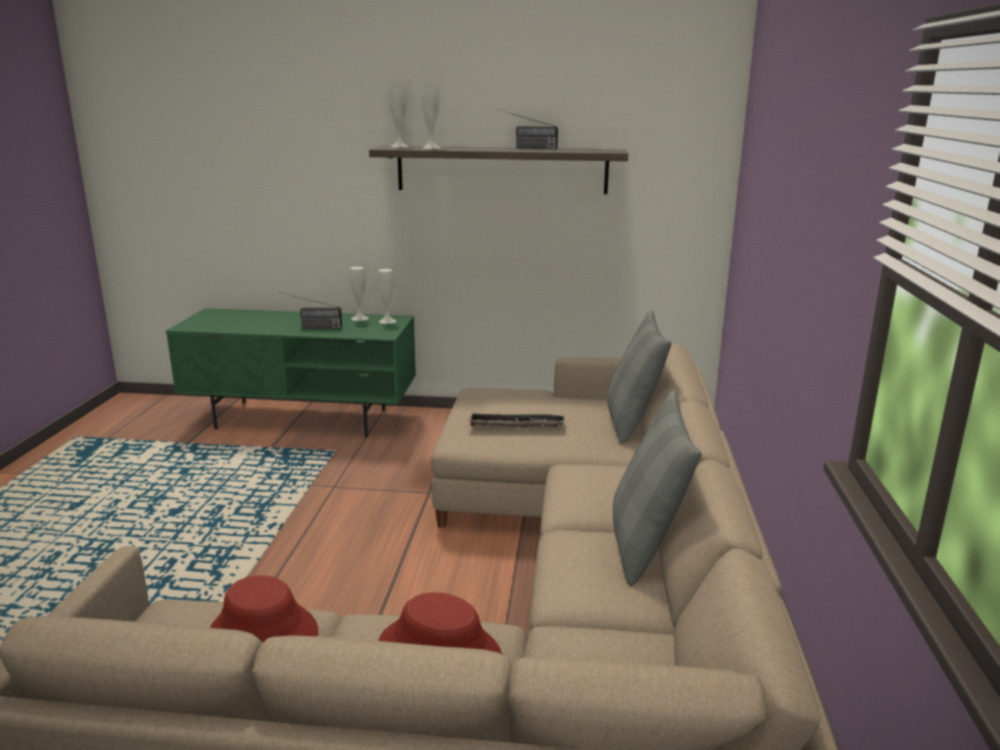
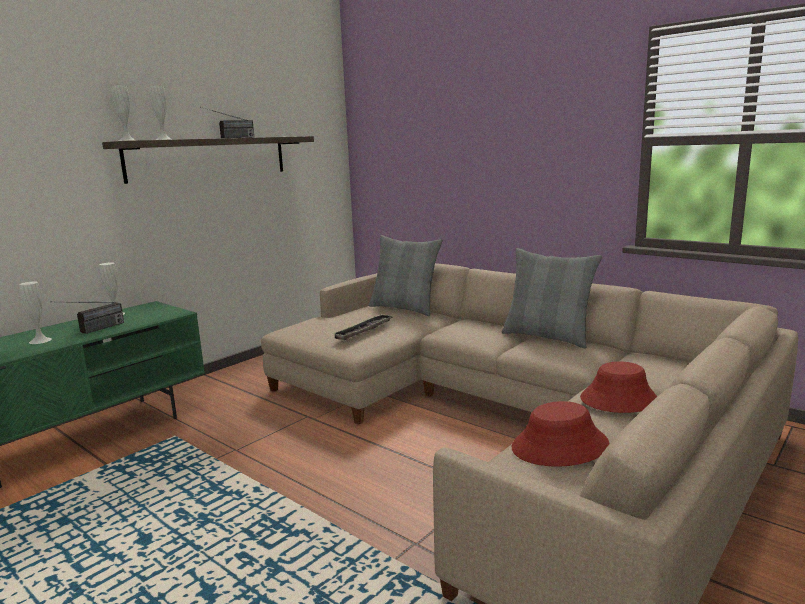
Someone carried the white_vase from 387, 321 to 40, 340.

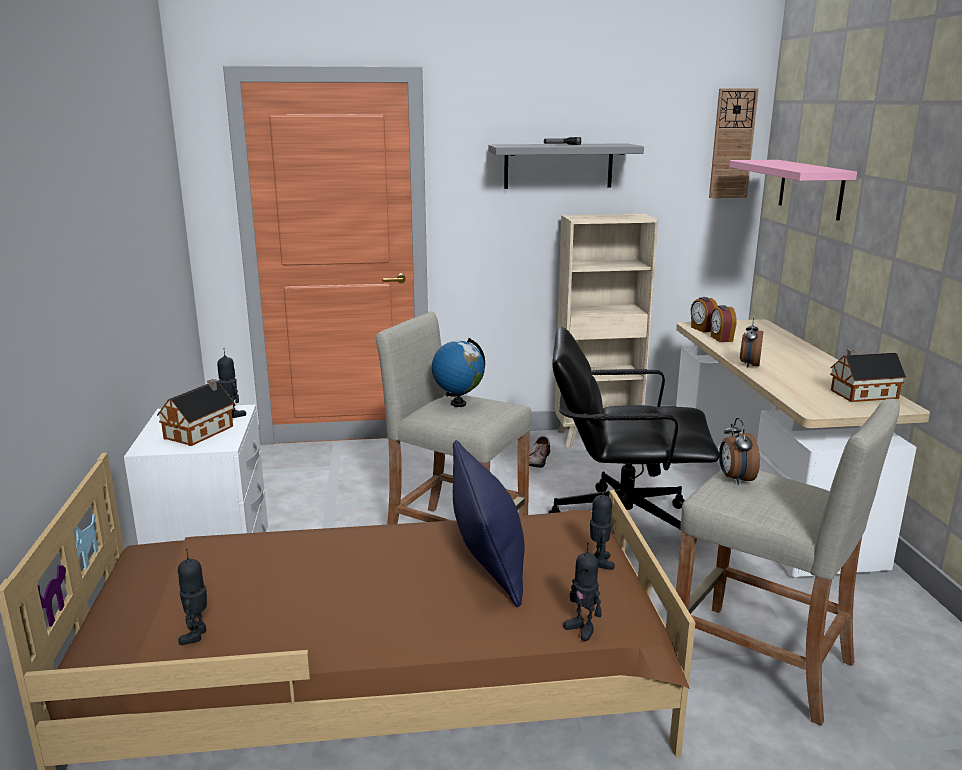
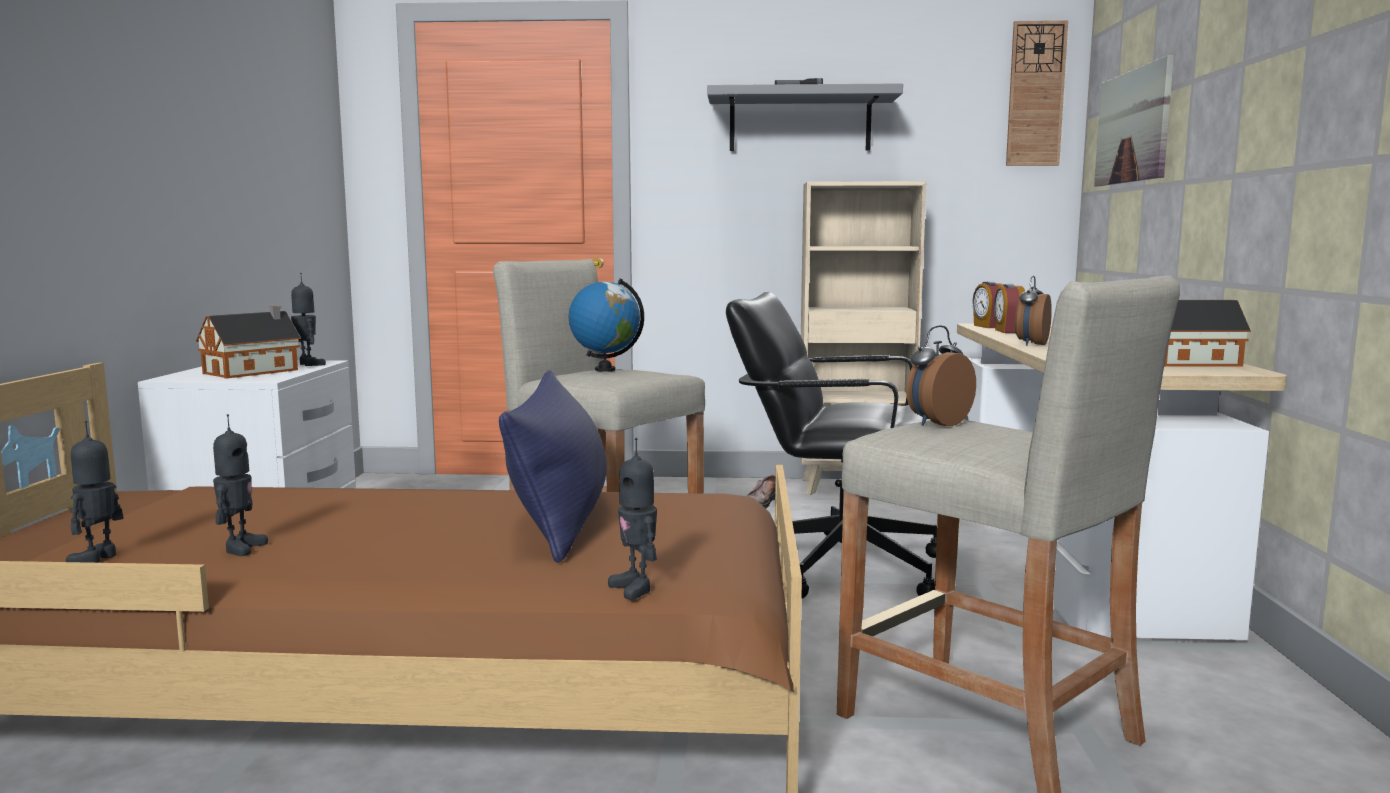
Someone carried the toy_robot from 600, 562 to 240, 548. Someone swapped the pink_shelf at 810, 188 for the picture at 1133, 126. Someone rotated the alarm_clock at 735, 479 by 45 degrees clockwise.

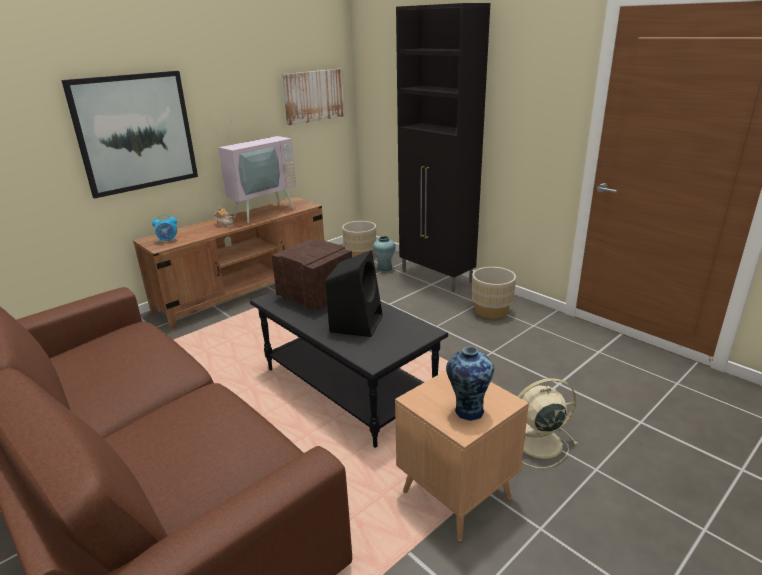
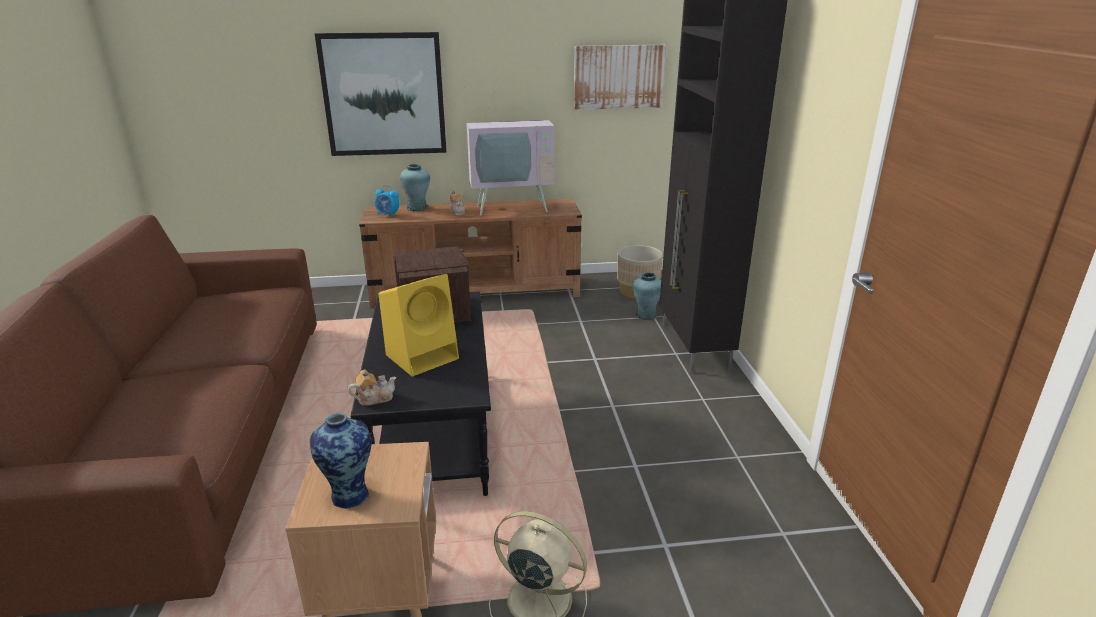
Someone took away the beige_planter at 491, 311. Someone put down the teapot at 374, 398. Someone put down the turquoise_vase at 417, 208. Someone repainted the black_speaker at 356, 323, which became the yellow_speaker at 423, 356.

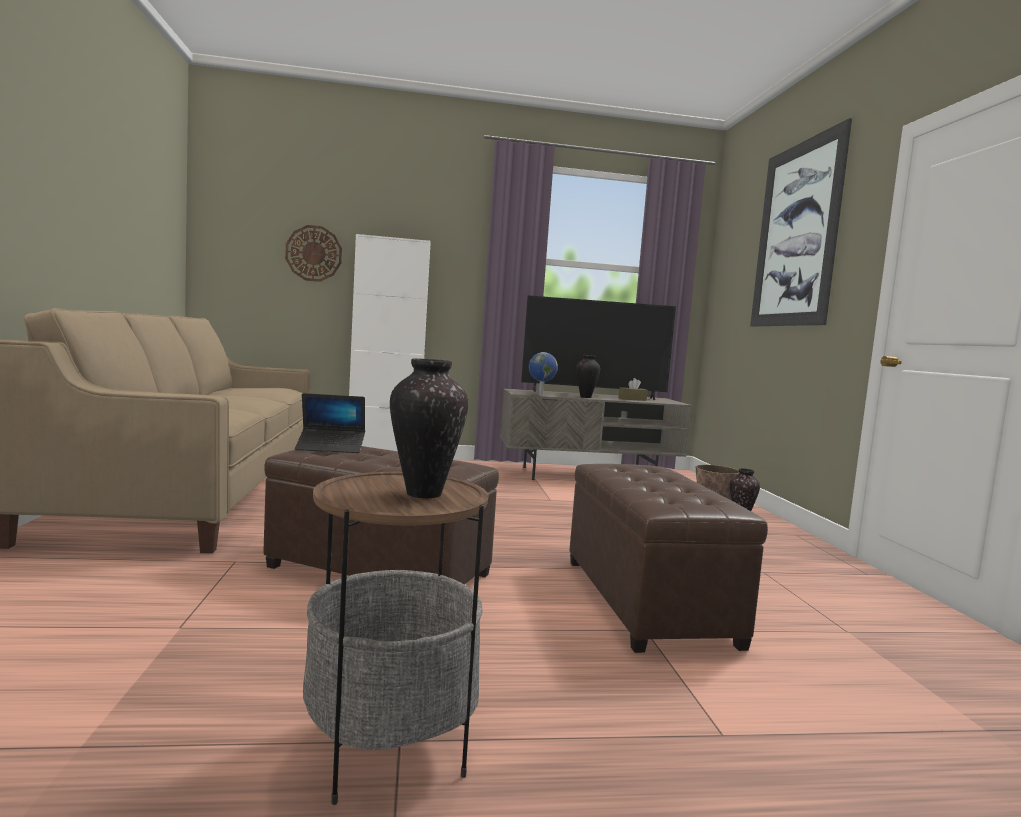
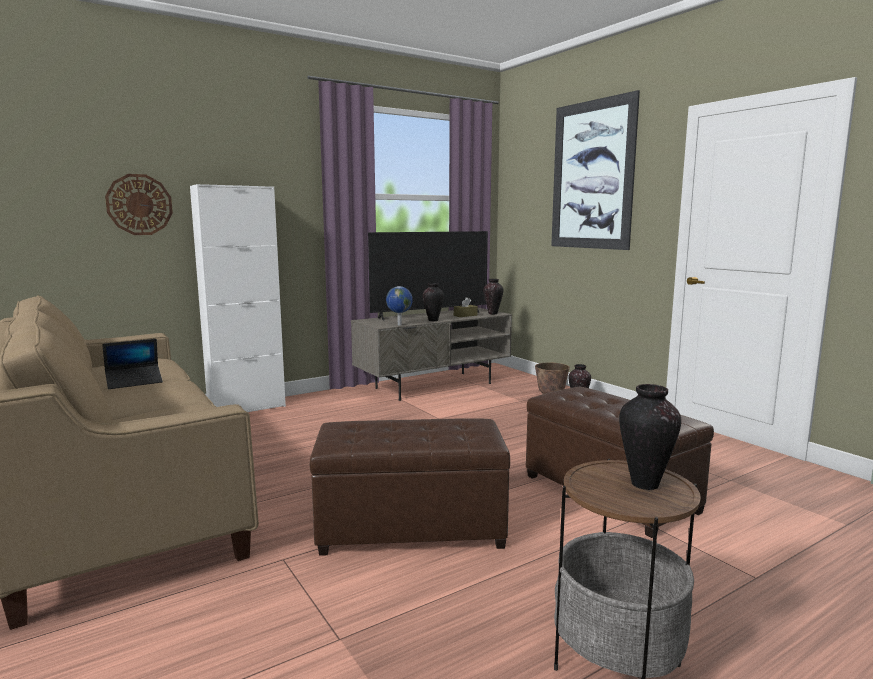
Someone put down the vase at 493, 313. Someone carried the laptop from 331, 448 to 134, 382.

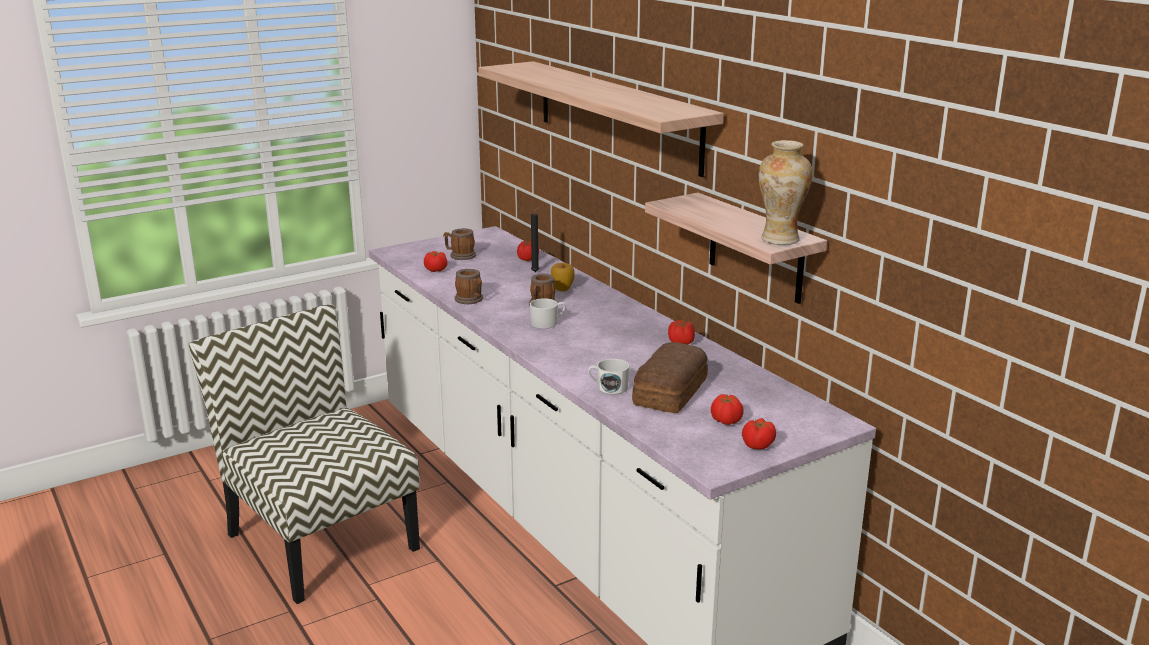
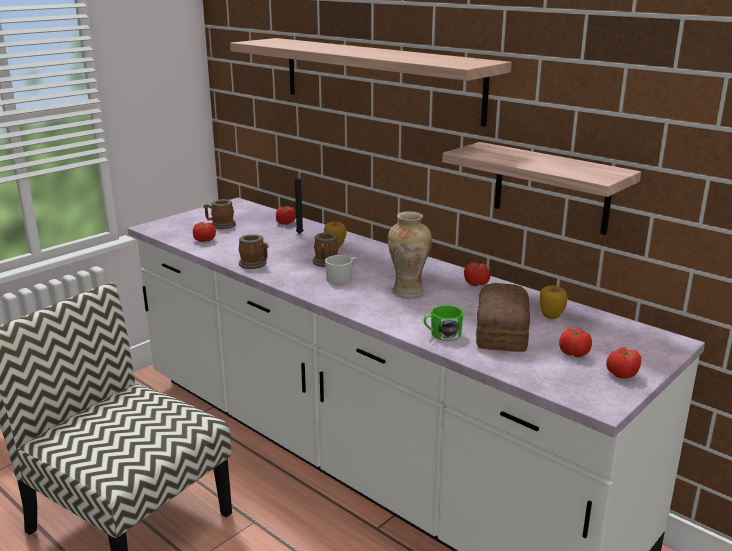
Someone put down the apple at 551, 316. Someone carried the vase from 780, 240 to 408, 292. Someone repainted the white_mug at 608, 388, which became the green_mug at 442, 334.

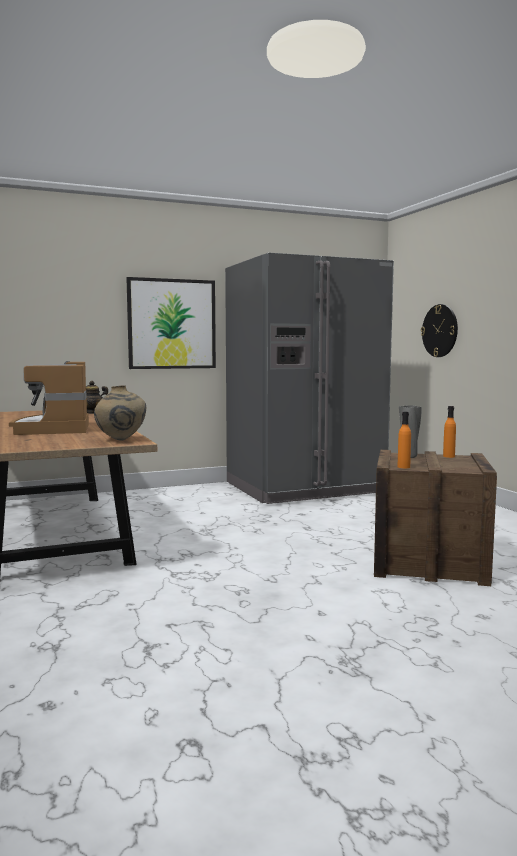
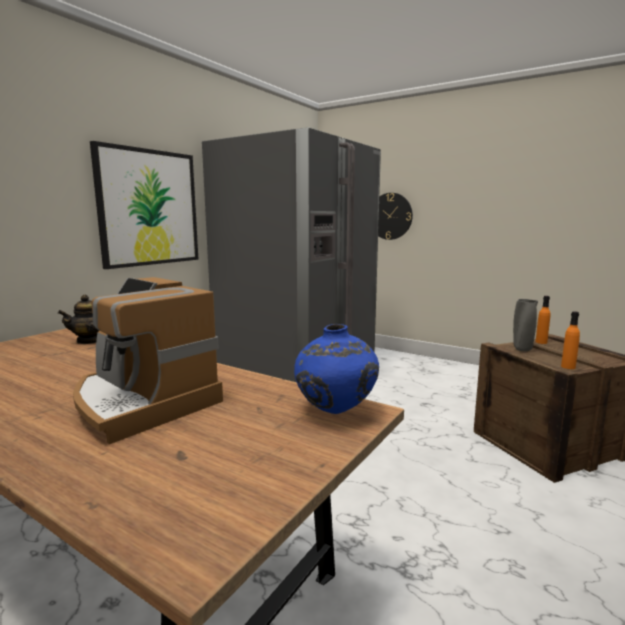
Someone repainted the beige_vase at 120, 440, which became the blue_vase at 336, 412.

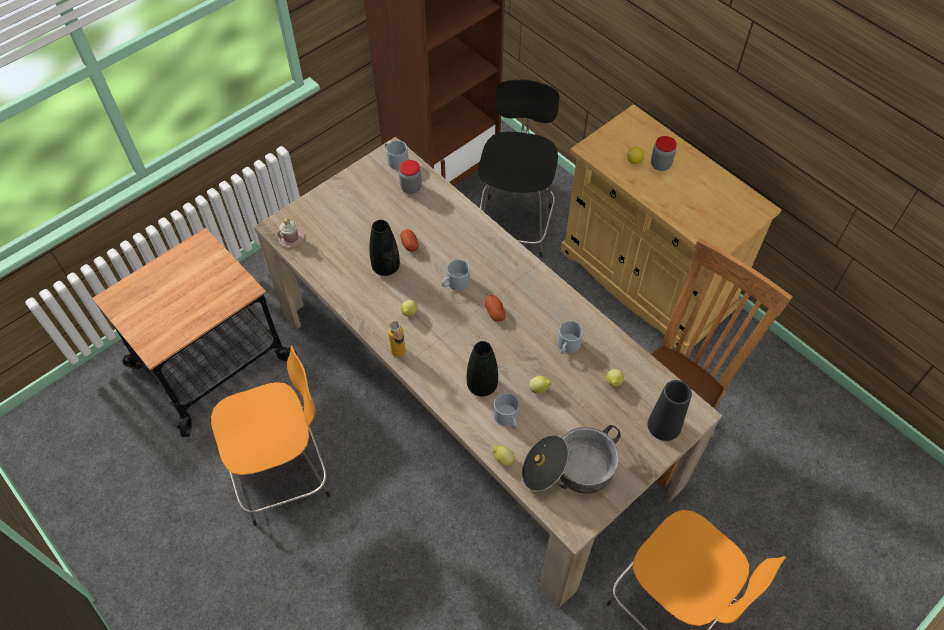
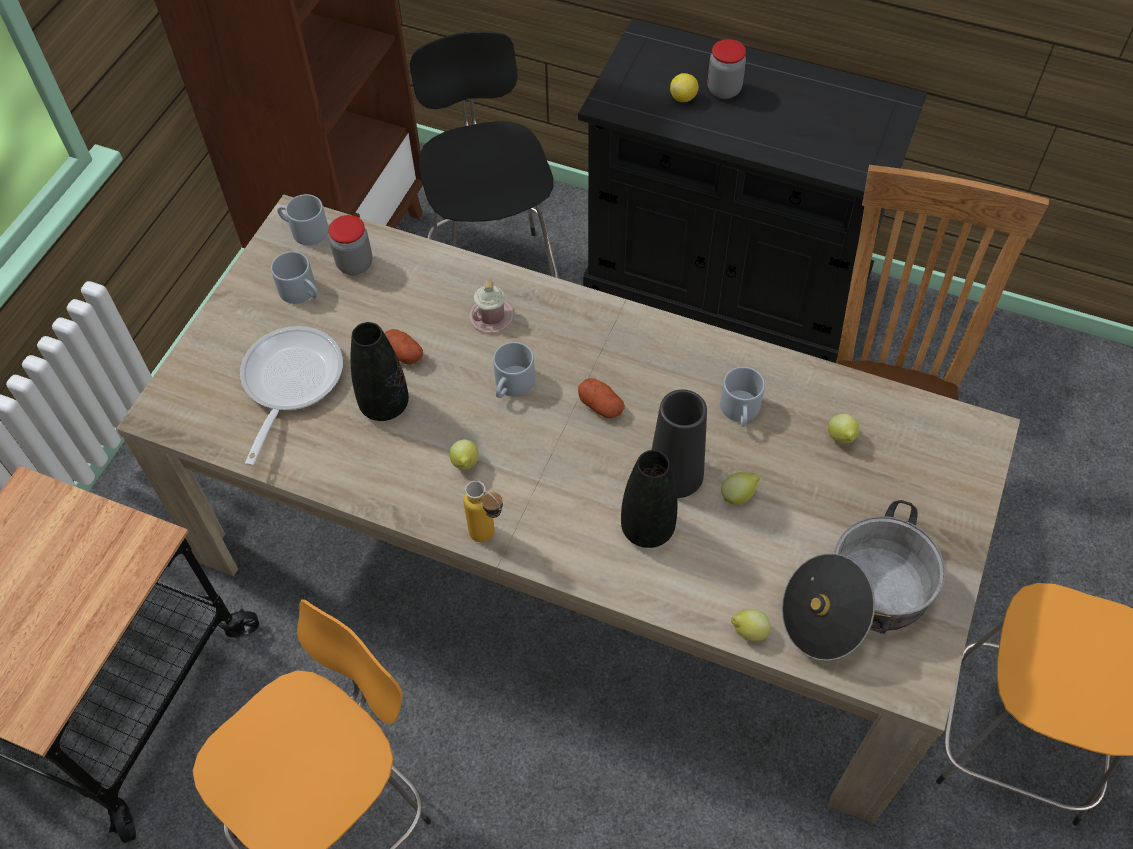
Someone put down the frying_pan at 289, 383. Someone carried the pink_mug from 291, 238 to 491, 316. Someone carried the grey_mug from 508, 418 to 302, 292. Someone carried the black_vase from 664, 425 to 675, 474. Someone repainted the beige_cabinet at 645, 280, which became the black_cabinet at 726, 285.

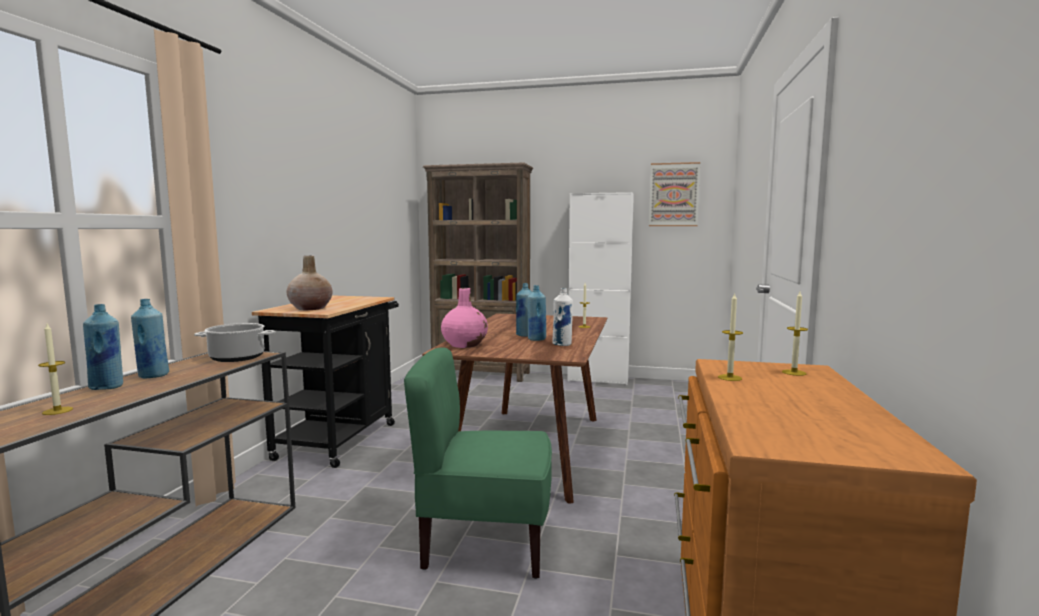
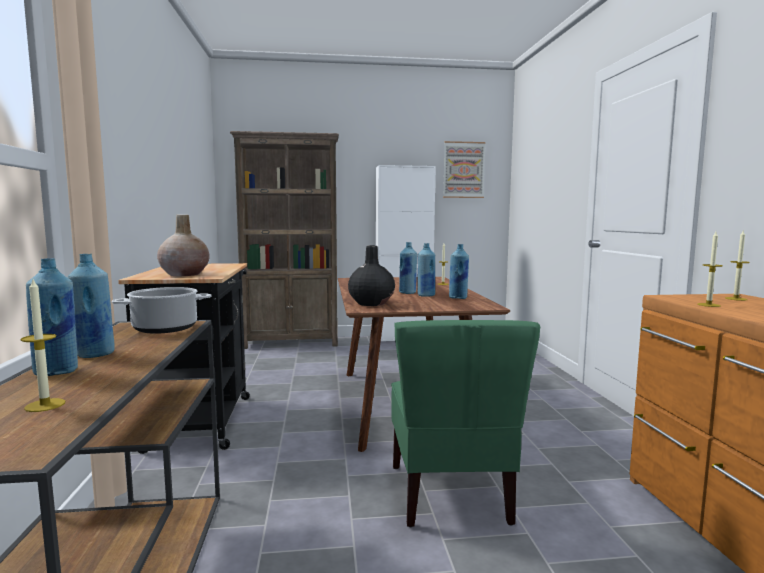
Someone repainted the pink_vase at 465, 345, which became the black_vase at 371, 303. Someone repainted the white_bottle at 562, 344, which became the blue_bottle at 458, 298. Someone rotated the green_chair at 485, 543 by 75 degrees counterclockwise.

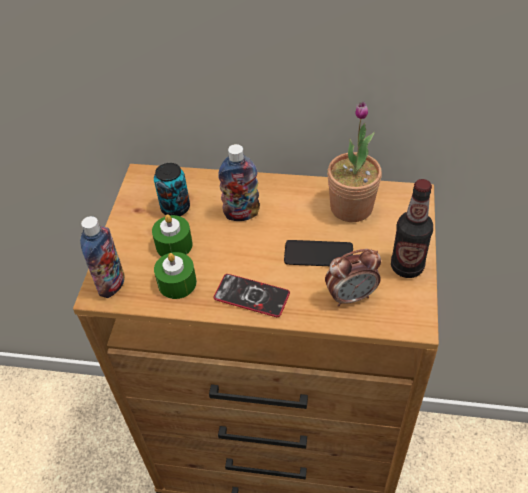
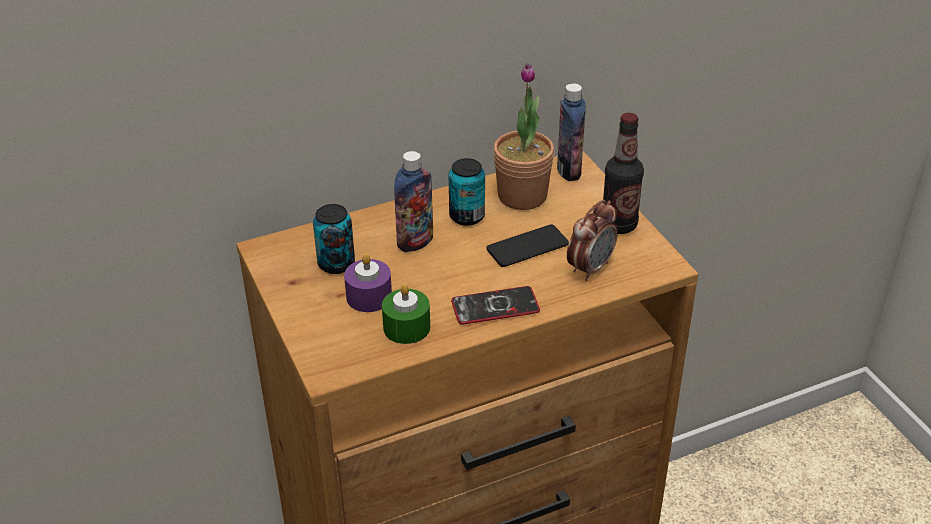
Someone put down the can at 467, 216. Someone carried the bottle from 112, 284 to 569, 171. Someone repainted the green_candle at 174, 245, which became the purple_candle at 369, 296.

